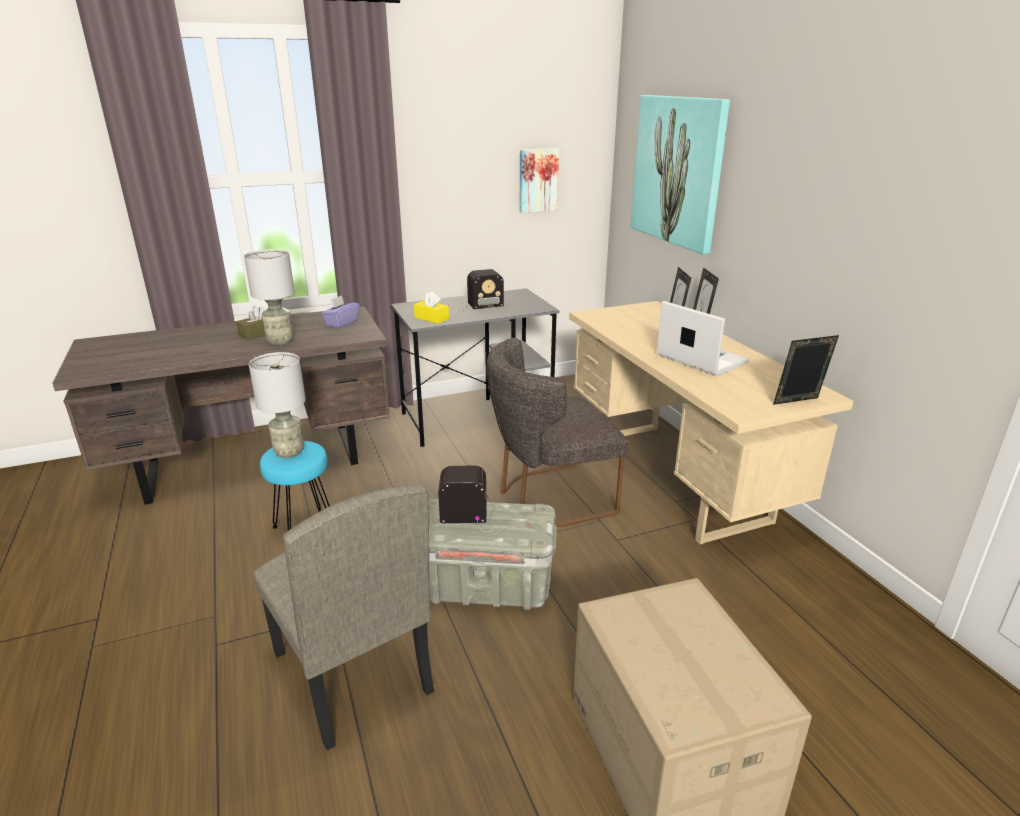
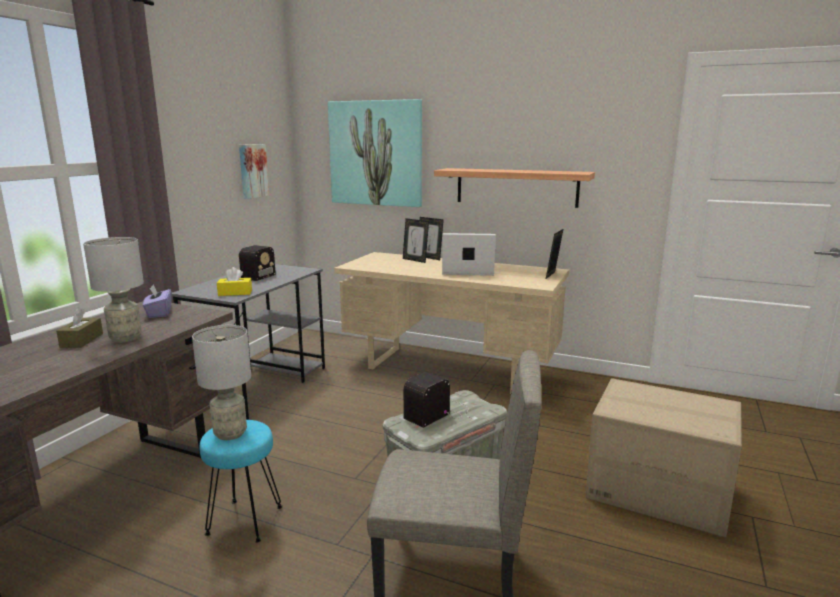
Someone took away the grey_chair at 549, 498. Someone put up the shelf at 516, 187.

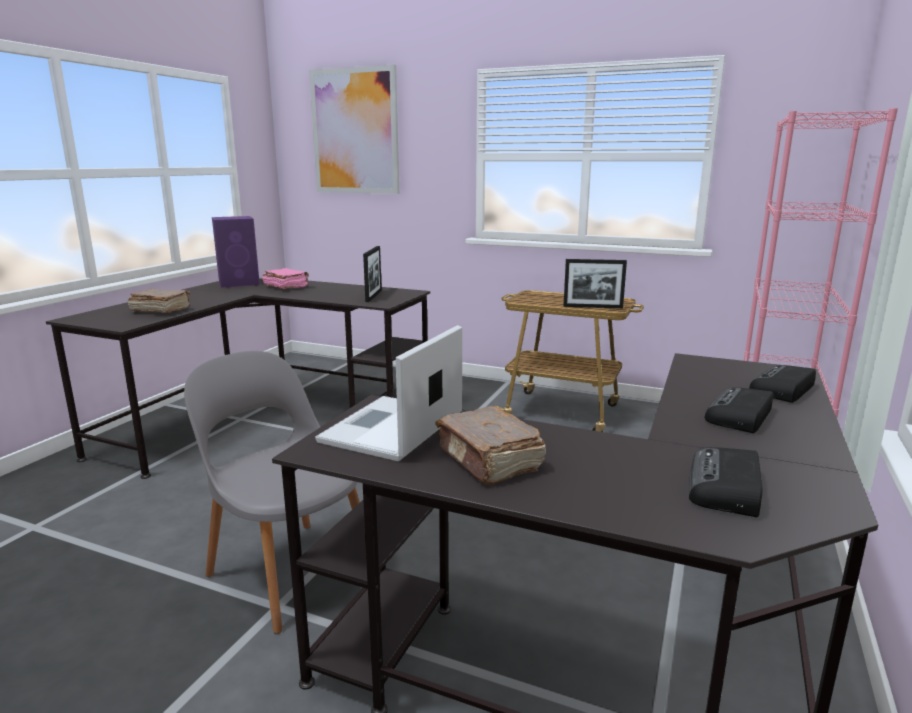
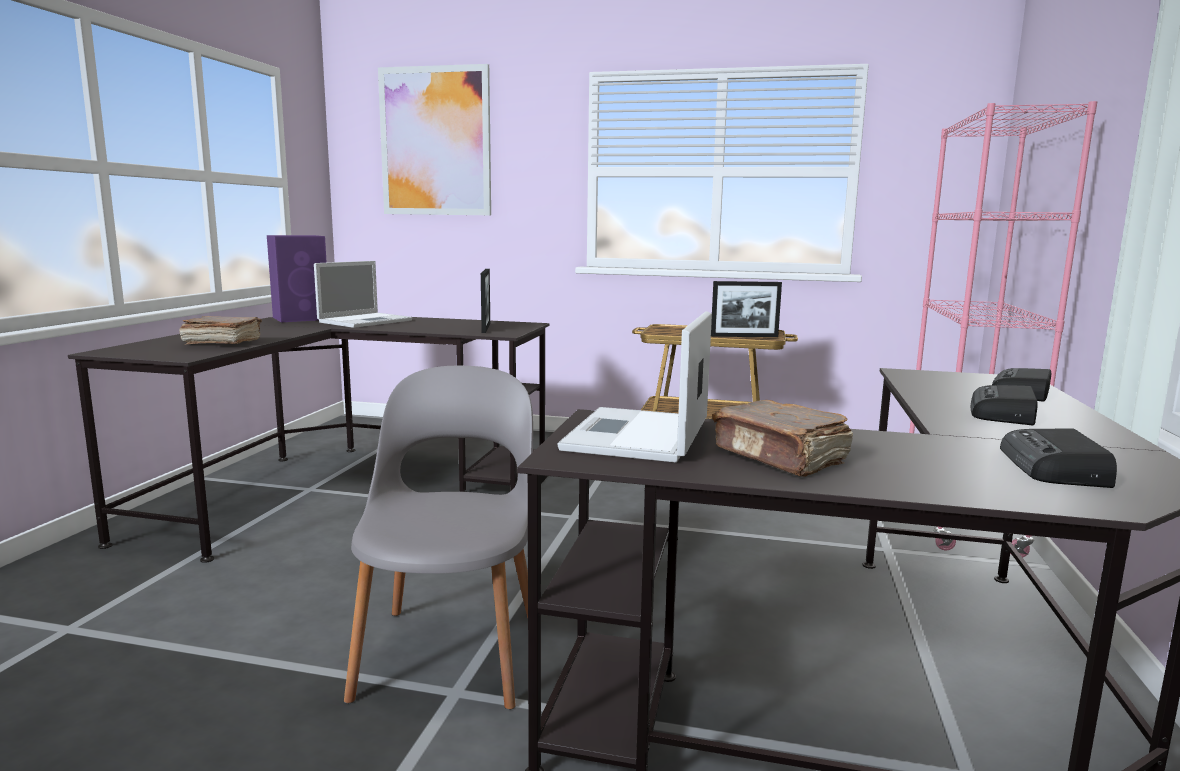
Someone swapped the pink_book at 286, 287 for the laptop at 366, 321. Someone rotated the grey_chair at 289, 569 by 60 degrees clockwise.

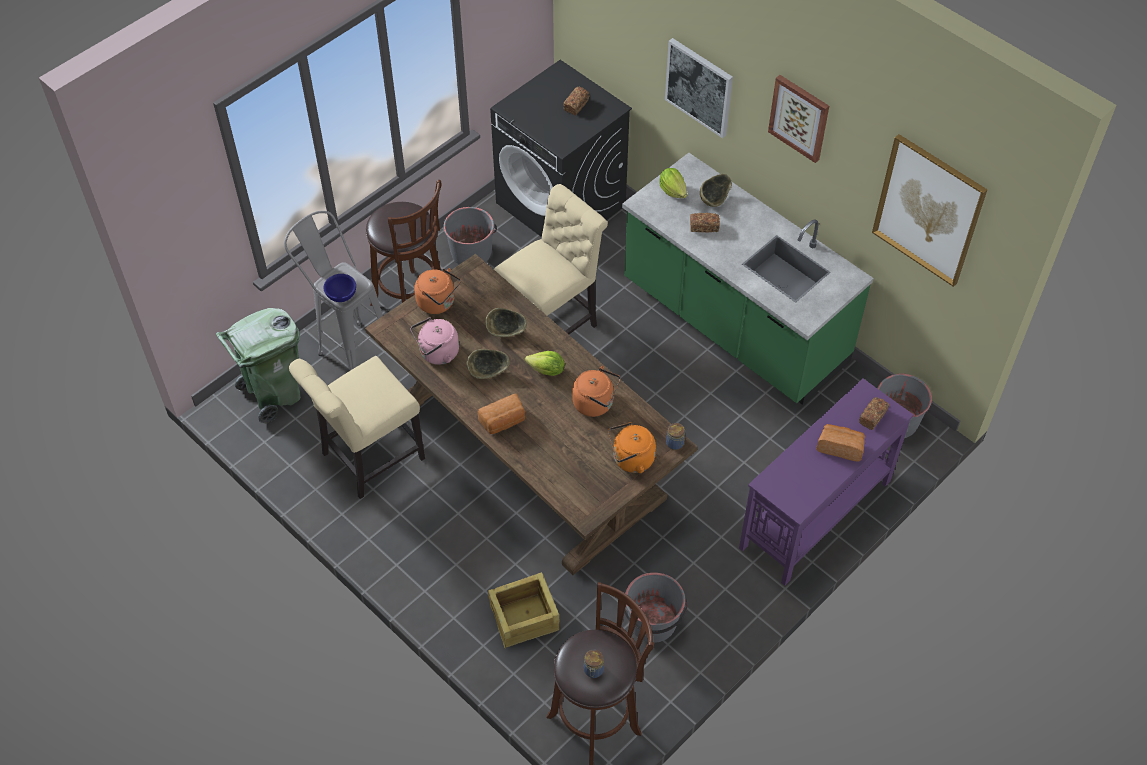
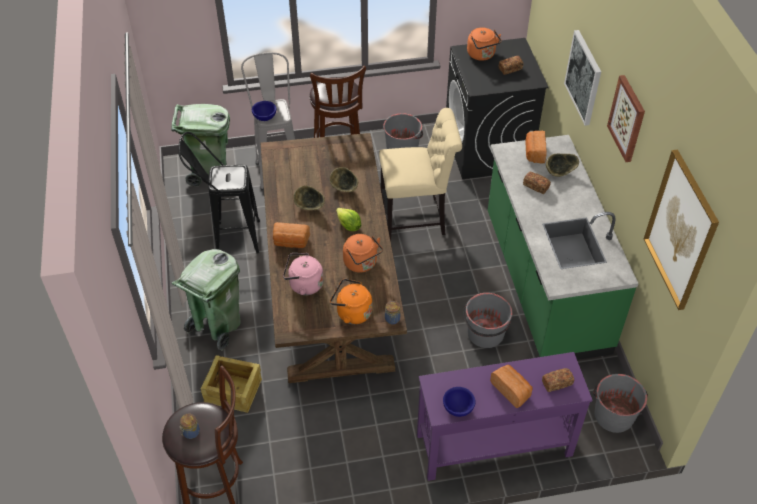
Someone put down the green_trash_can at 217, 326. Someone put down the blue_bowl at 457, 408. Someone carried the pink_kettle from 437, 353 to 304, 285. Someone carried the orange_kettle from 438, 303 to 482, 55. Someone carried the grey_bucket from 653, 622 to 485, 334. Someone swapped the beige_chair at 368, 458 for the black_stool at 229, 238. Someone swapped the lettuce at 672, 190 for the bread at 534, 153.

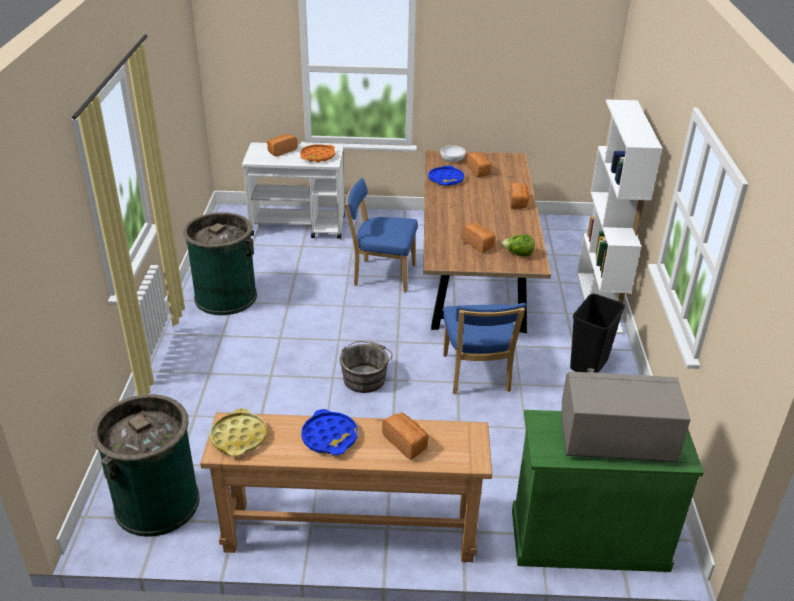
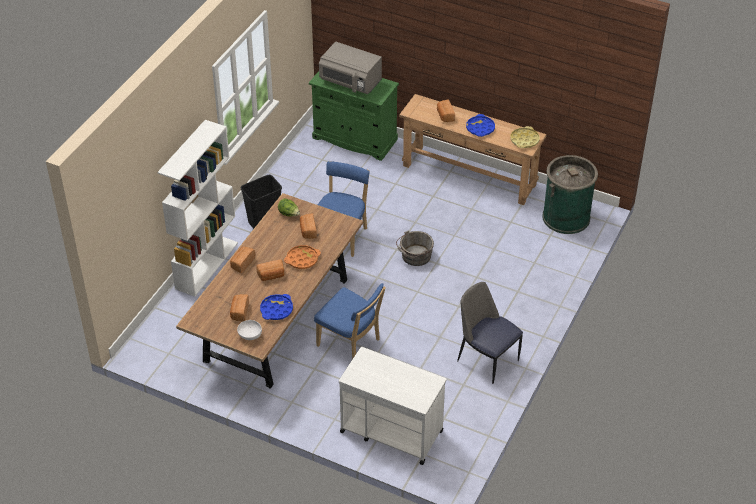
Someone carried the bread from 281, 151 to 271, 276. Someone carried the orange_tray from 318, 156 to 302, 259. Someone swapped the green_trash_can at 225, 297 for the chair at 486, 359.

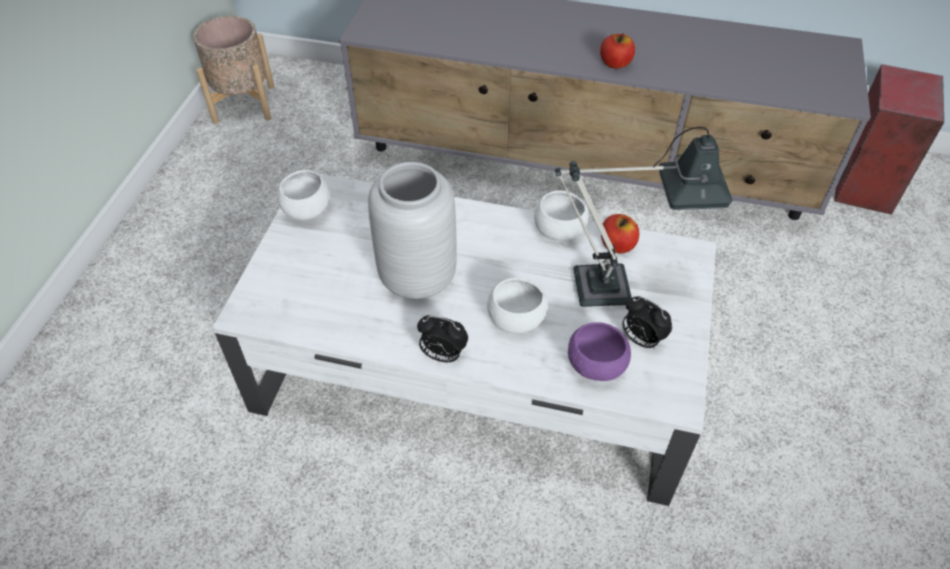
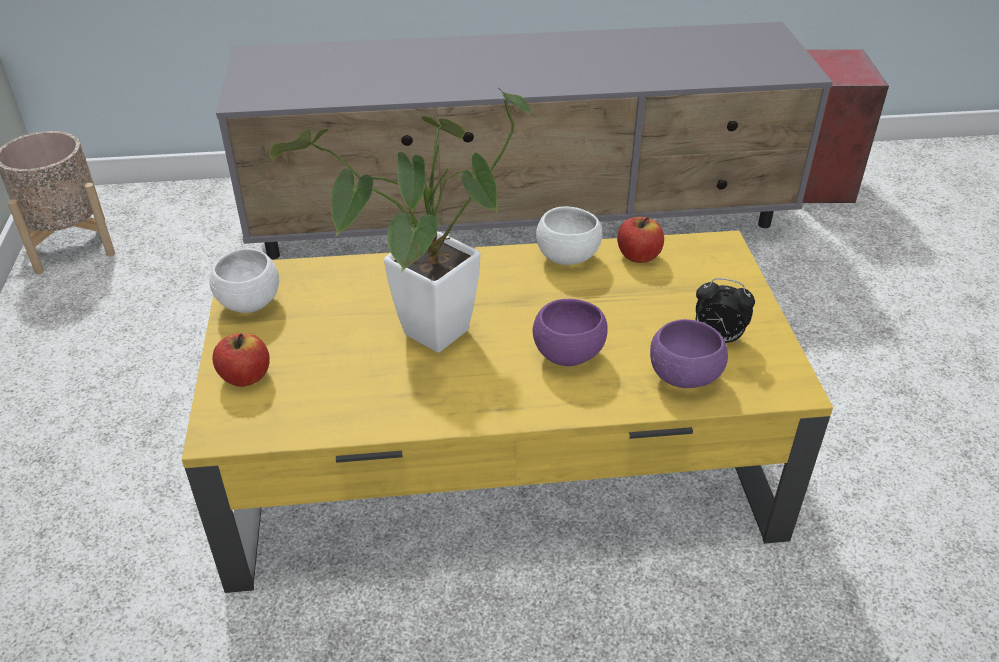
Someone took away the alarm_clock at 442, 355. Someone took away the table_lamp at 617, 286. Someone carried the apple from 615, 63 to 245, 377. Someone swapped the grey_vase at 416, 277 for the potted_plant at 425, 340. Someone repainted the white_coffee_table at 477, 370, which became the yellow_coffee_table at 502, 461. Someone repainted the white_bowl at 516, 321, which became the purple_bowl at 568, 355.

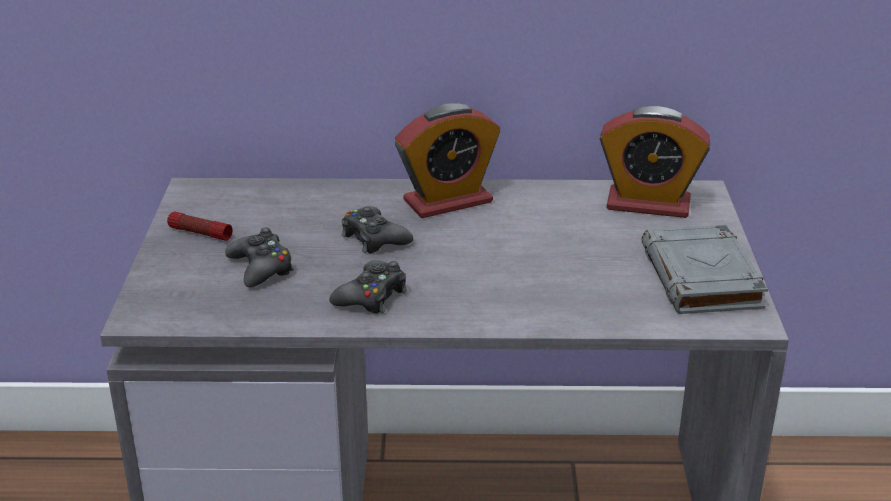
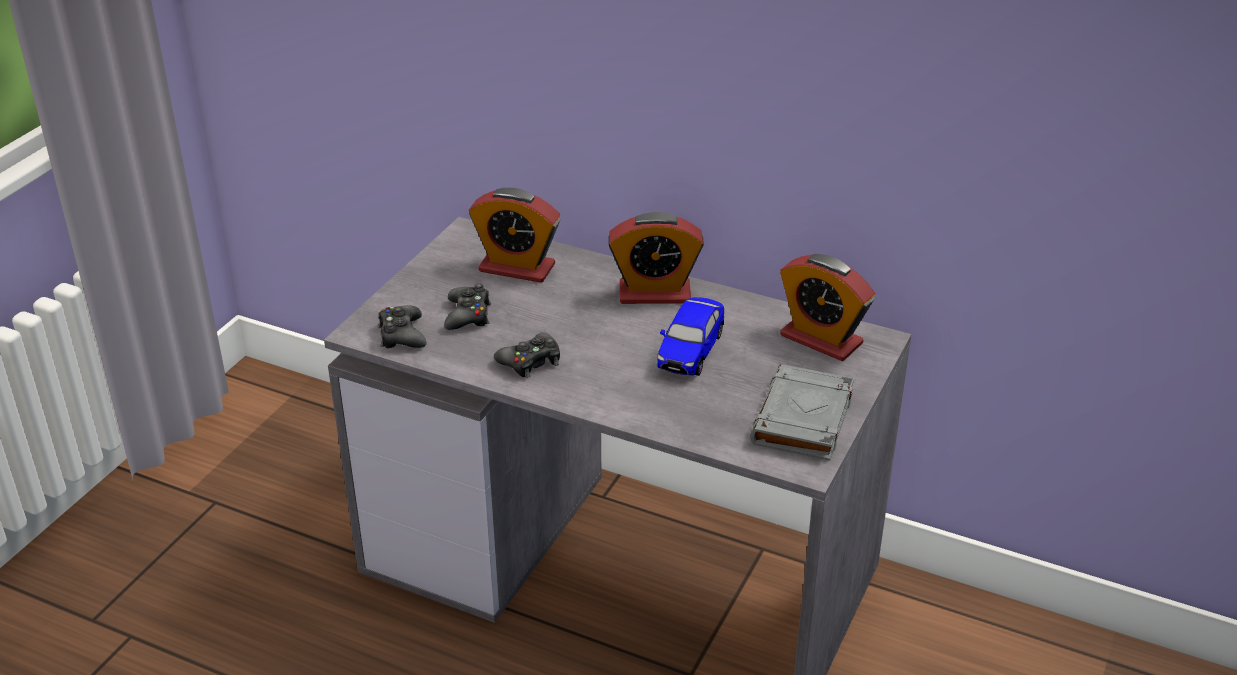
Someone took away the flashlight at 200, 233. Someone put down the alarm_clock at 517, 268. Someone put down the toy_car at 690, 352. Someone carried the black_game_controller from 374, 238 to 402, 335.

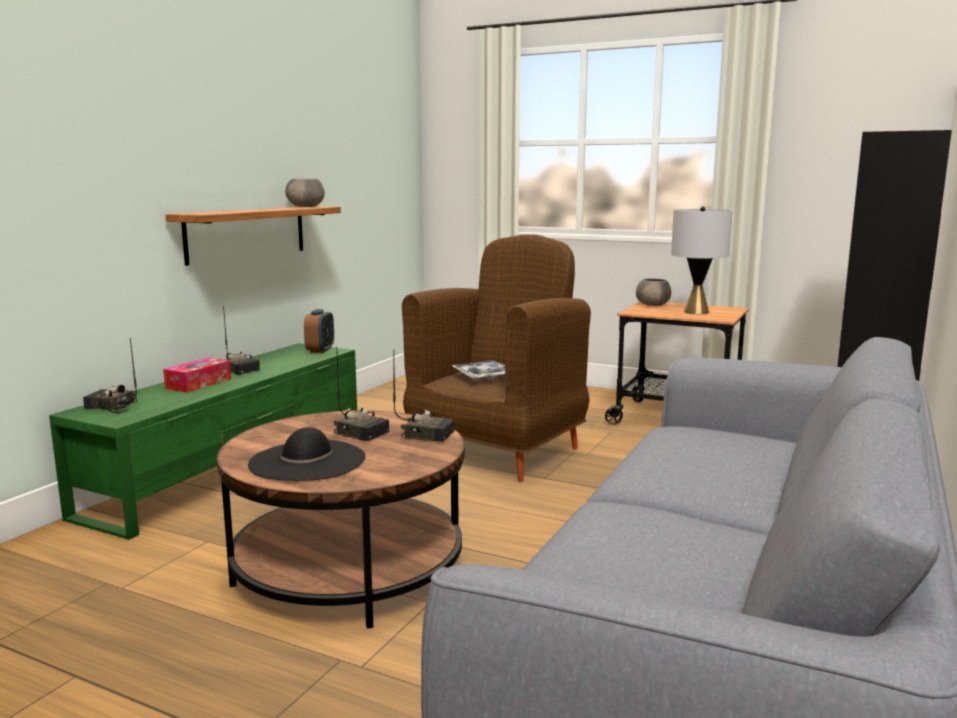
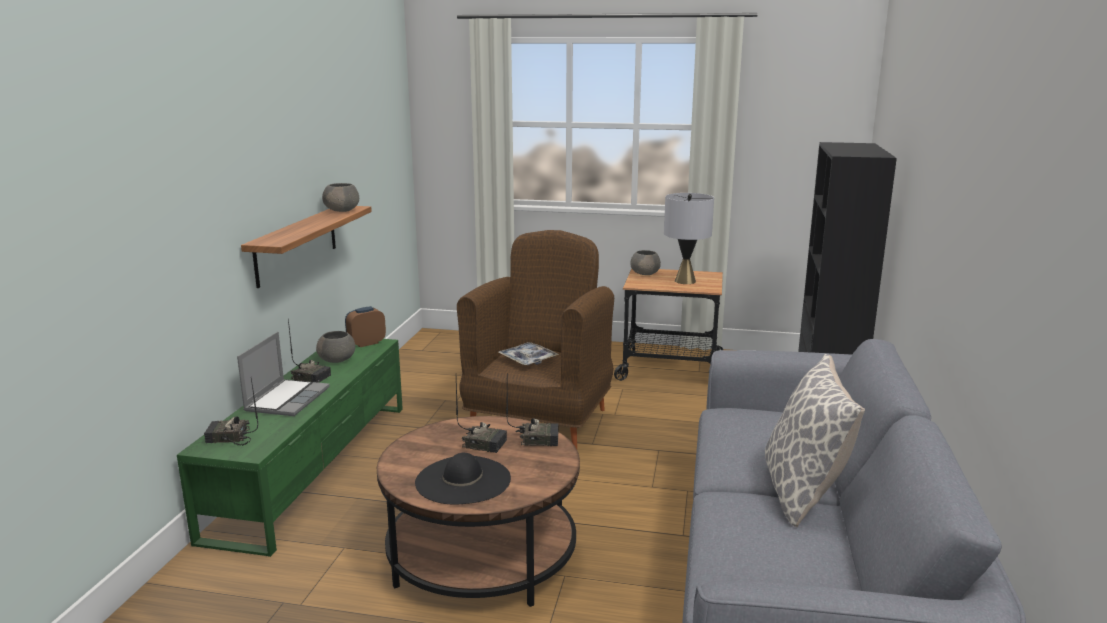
Someone put down the grey_bowl at 337, 360. Someone put down the pillow at 803, 492. Someone swapped the tissue_box at 198, 383 for the laptop at 287, 399. Someone rotated the alarm_clock at 320, 350 by 120 degrees counterclockwise.

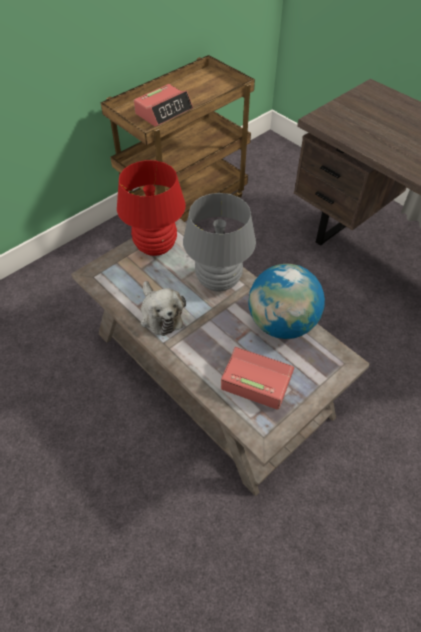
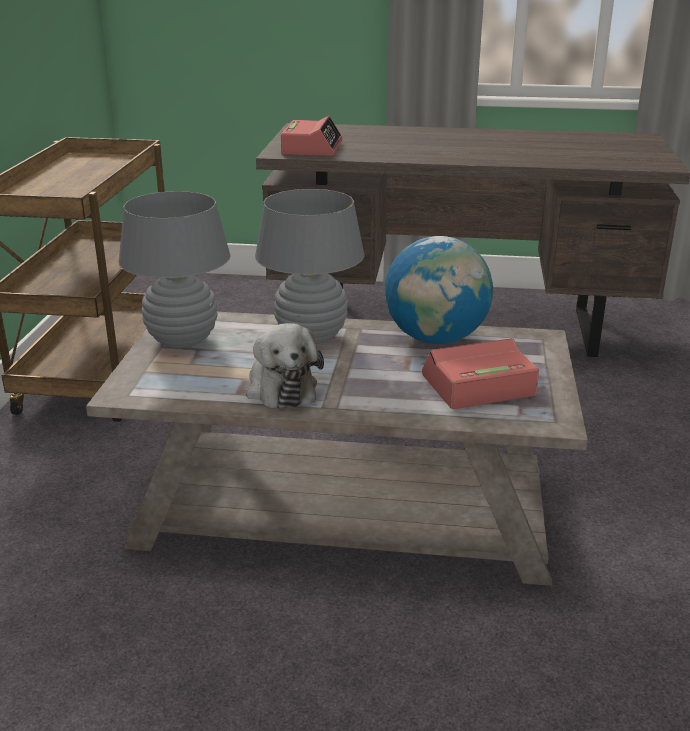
Someone carried the alarm_clock from 164, 112 to 312, 148. Someone repainted the red_table_lamp at 155, 247, which became the grey_table_lamp at 182, 340. Someone rotated the plush_toy at 160, 314 by 45 degrees clockwise.

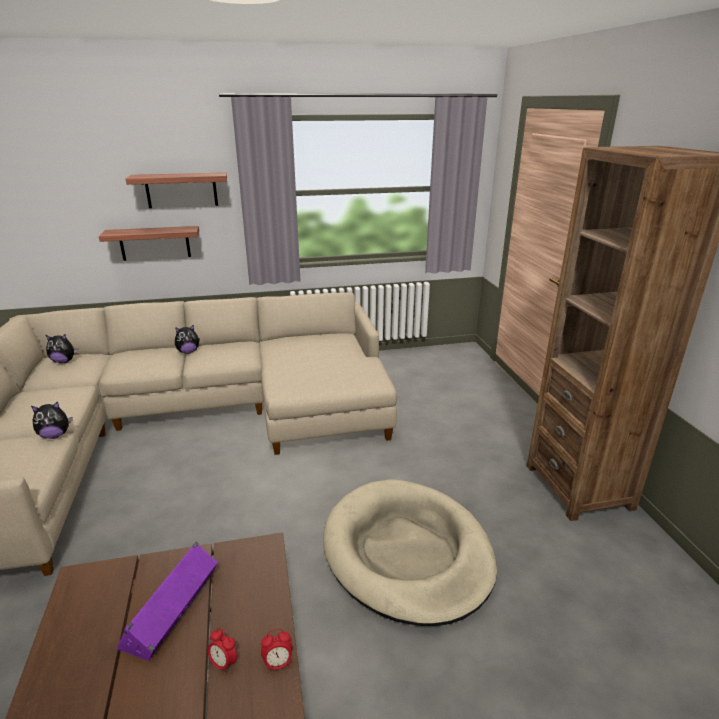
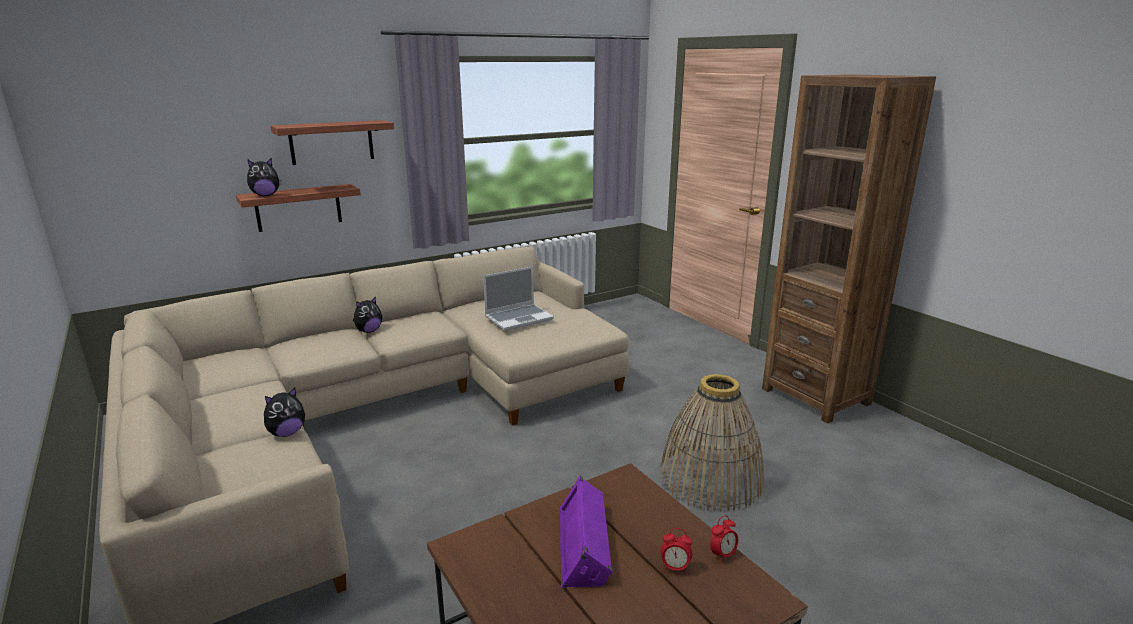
Someone put down the laptop at 519, 318. Someone carried the plush_toy from 64, 361 to 266, 195. Someone swapped the beige_dog_bed at 407, 553 for the basket at 710, 478.

